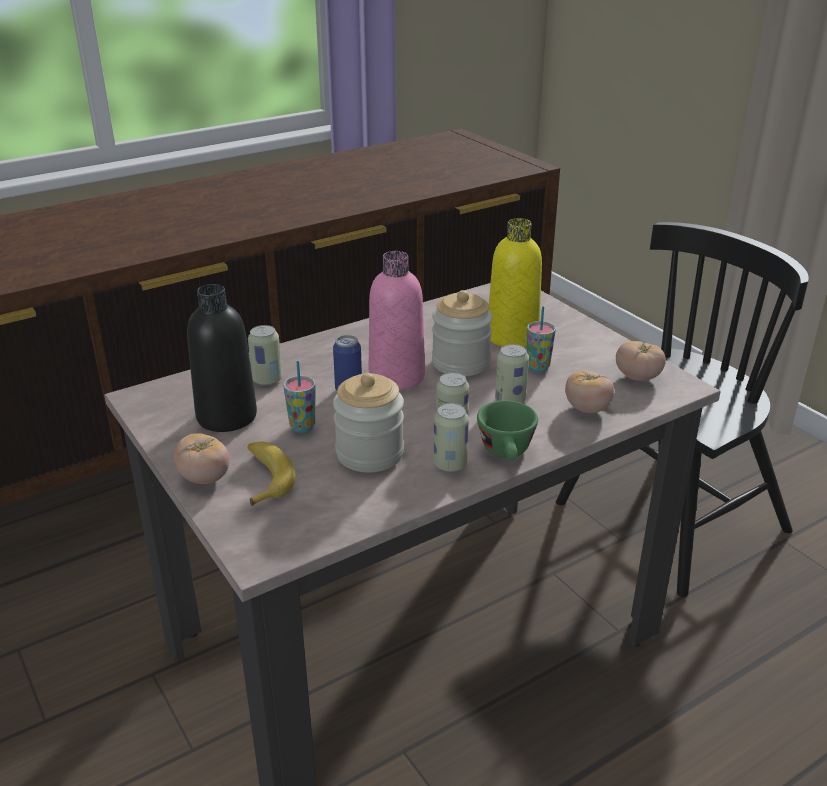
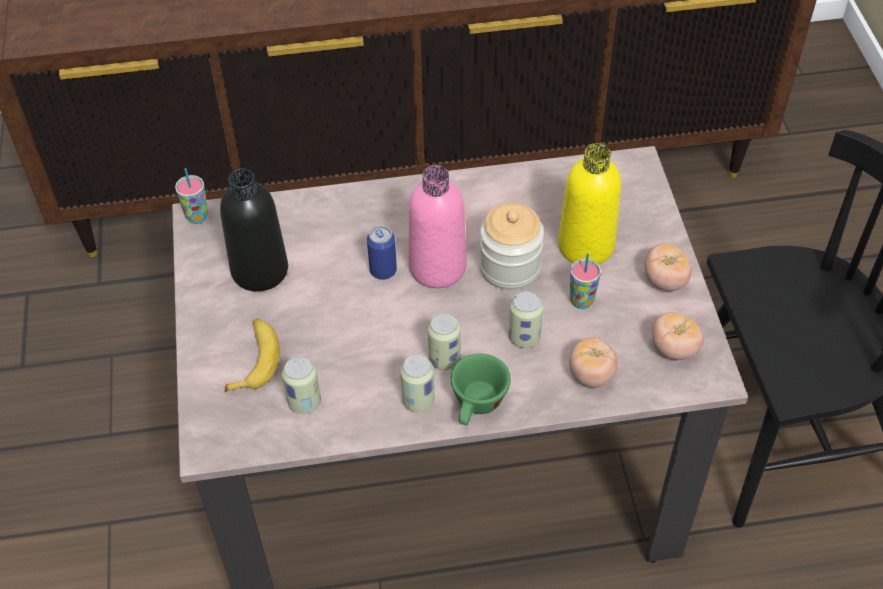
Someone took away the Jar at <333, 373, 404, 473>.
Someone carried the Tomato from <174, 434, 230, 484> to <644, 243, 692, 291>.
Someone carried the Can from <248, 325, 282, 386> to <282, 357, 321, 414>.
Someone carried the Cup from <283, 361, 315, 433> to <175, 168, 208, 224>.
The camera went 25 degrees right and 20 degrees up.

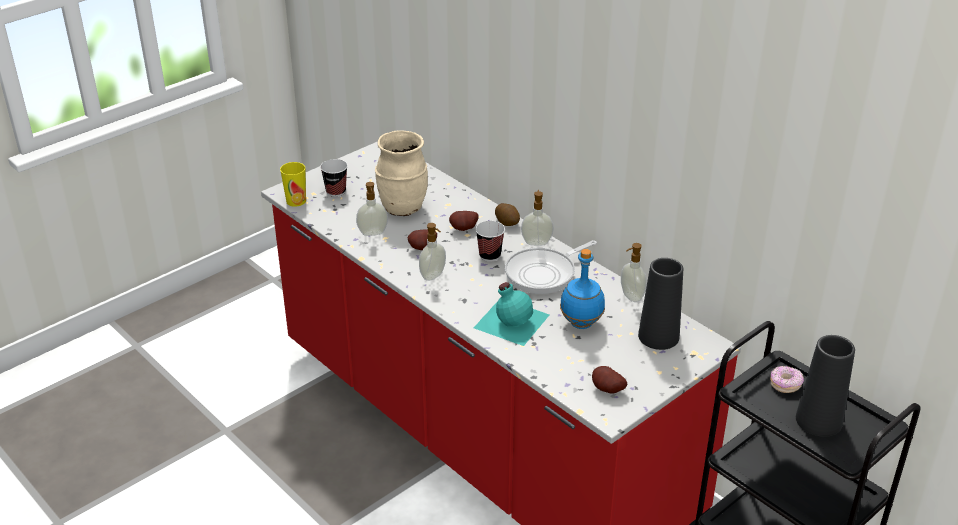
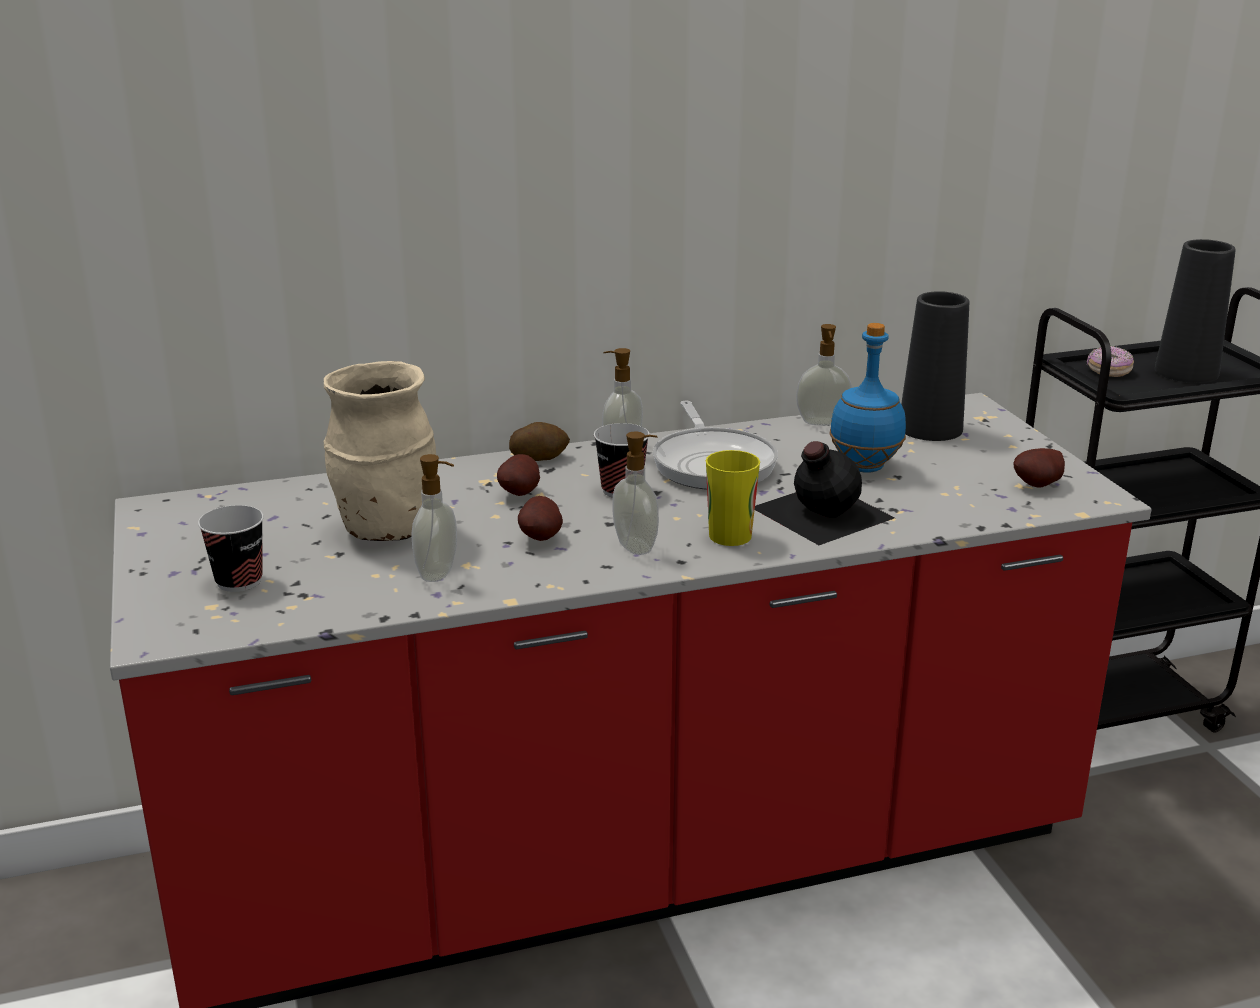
Someone carried the Cup from <280, 162, 306, 207> to <706, 450, 760, 546>.
Someone repainted the TurquoiseBottle at <474, 282, 549, 346>, which became the BlackBottle at <755, 441, 895, 545>.
The camera went 65 degrees left and 10 degrees down.

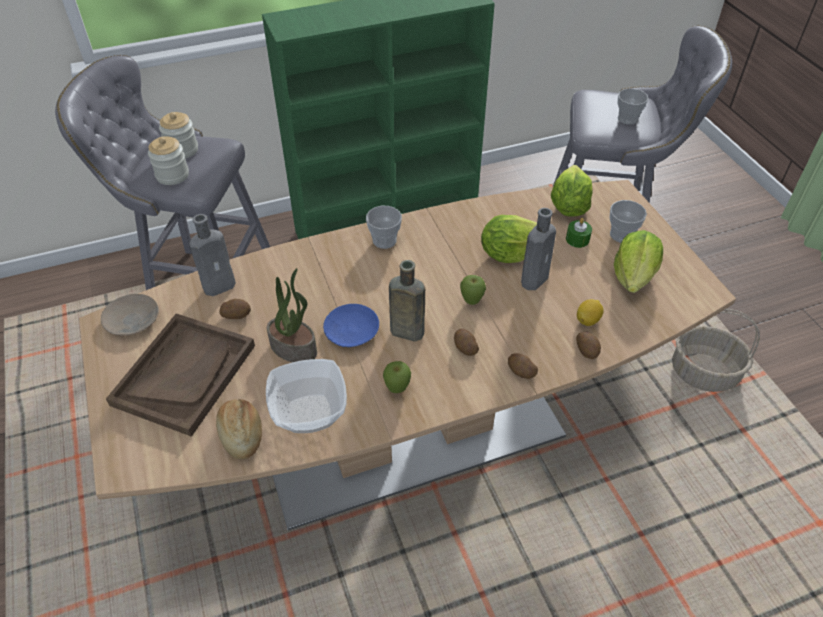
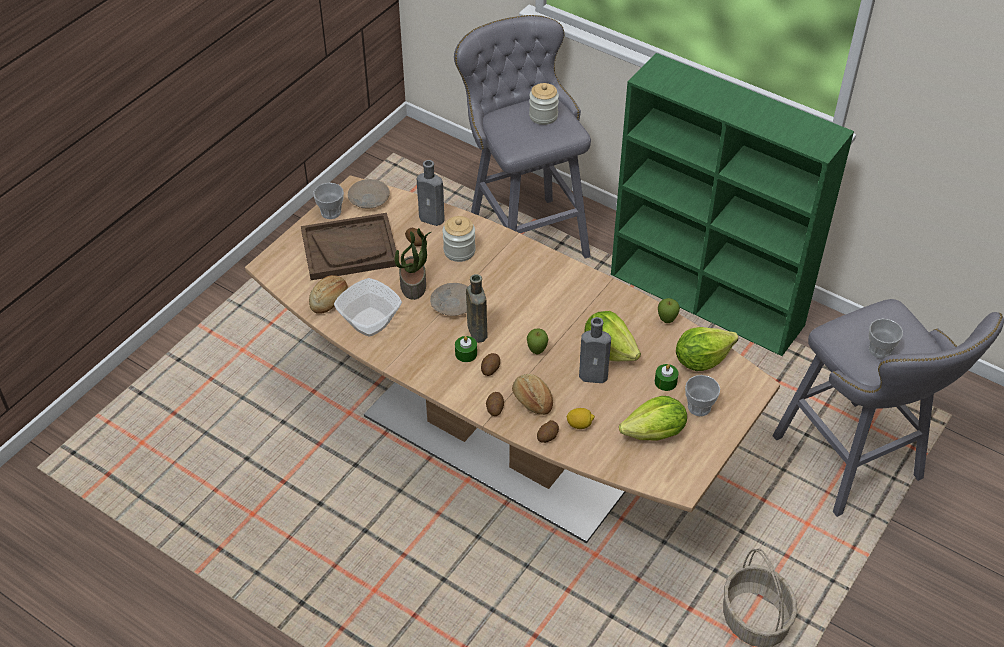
Someone put down the GreenCandle at <455, 336, 477, 362>.
Someone put down the Bread at <512, 374, 553, 415>.
Someone carried the Jar from <148, 136, 189, 185> to <443, 216, 476, 262>.
Someone carried the Cup from <366, 206, 402, 249> to <313, 183, 344, 219>.
Someone carried the Apple from <383, 361, 411, 393> to <658, 298, 680, 323>.
Someone repainted the BluePlate at <323, 304, 379, 347>, which became the BeigePlate at <430, 283, 468, 316>.
The camera went 55 degrees right and 0 degrees up.

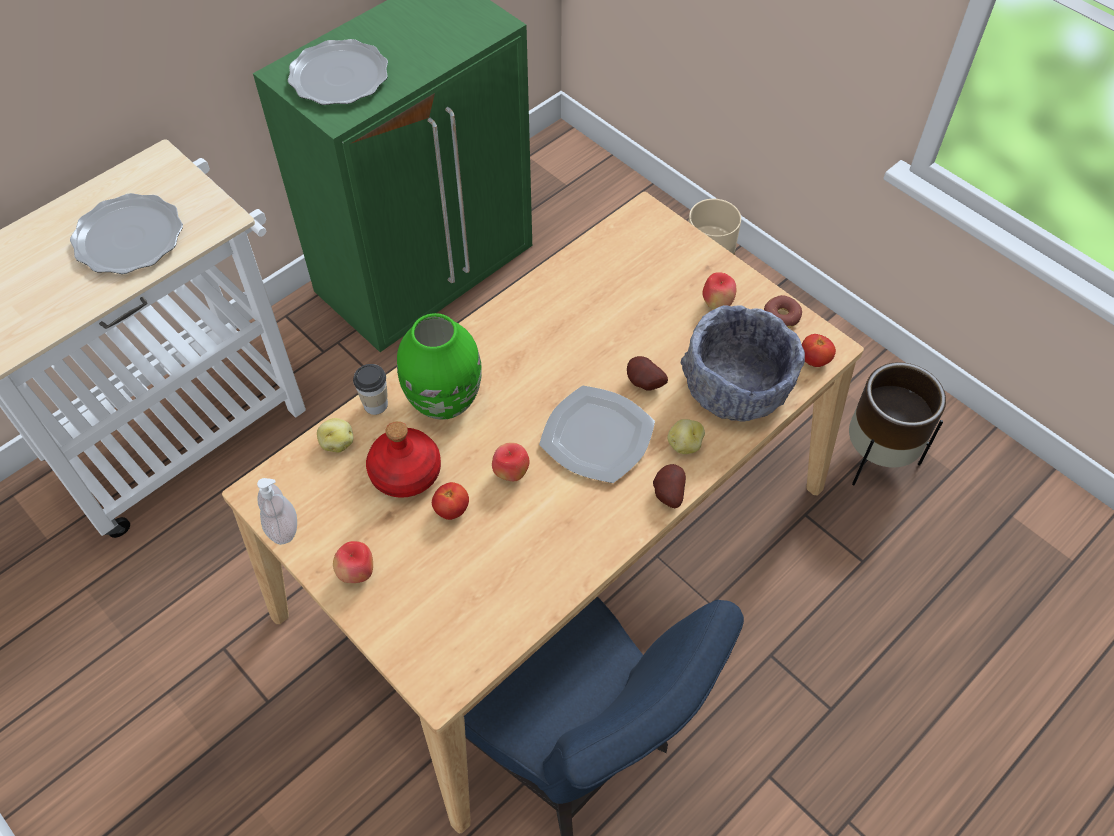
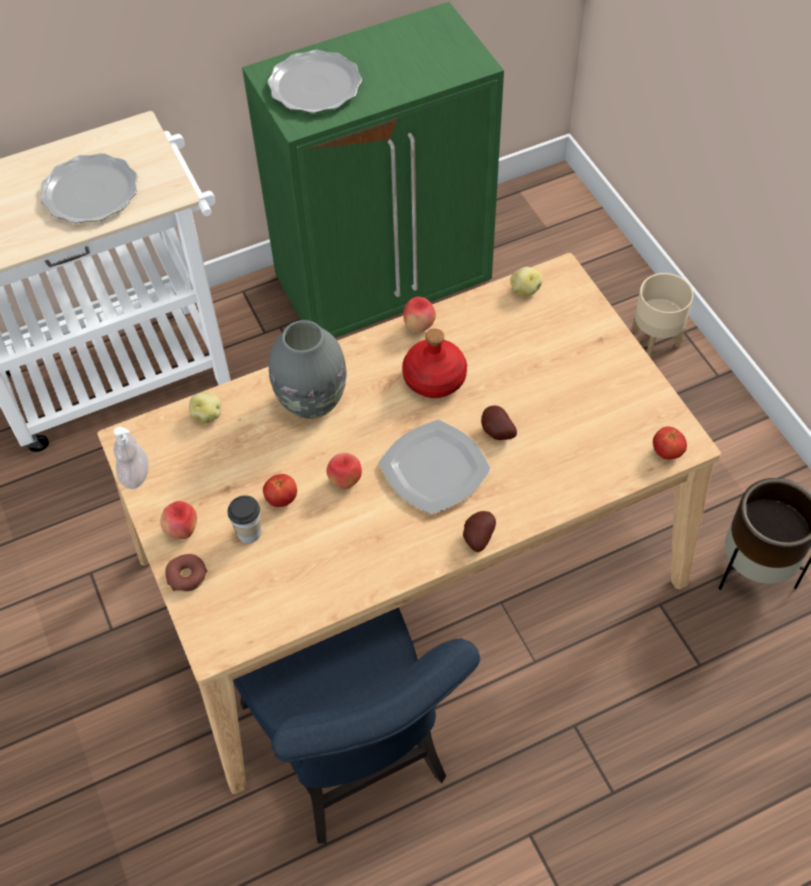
Someone took away the GreyBowl at <680, 305, 805, 422>.
Someone carried the Cup from <353, 364, 388, 415> to <227, 495, 261, 543>.
Someone carried the RedBottle from <366, 421, 441, 498> to <402, 329, 467, 398>.
Someone carried the Potato from <668, 419, 705, 454> to <510, 267, 542, 296>.
Someone carried the Apple from <703, 272, 736, 309> to <403, 297, 436, 333>.
Someone carried the Donut from <764, 295, 802, 328> to <165, 554, 207, 592>.
Someone repainted the GreenVase at <397, 313, 482, 420>, which became the GreyVase at <269, 320, 346, 419>.
The camera went 20 degrees right and 0 degrees up.

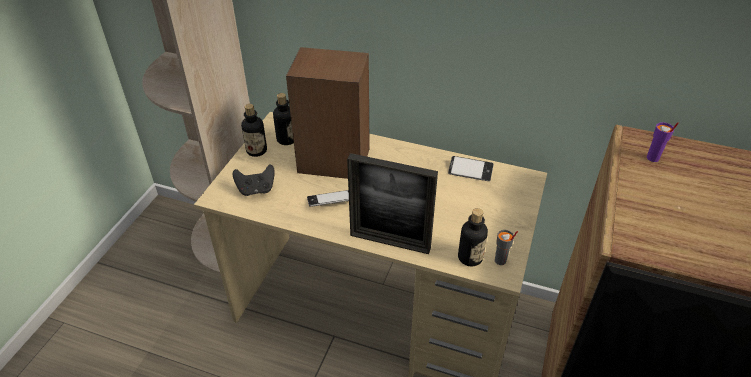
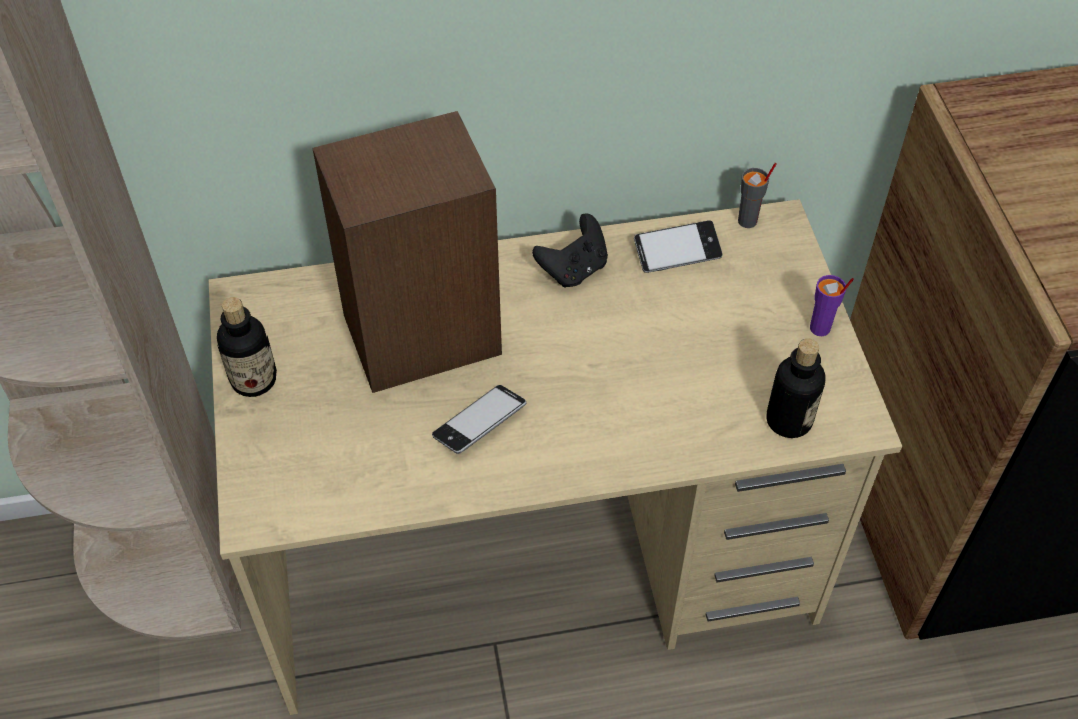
Someone took away the Bottle at <273, 93, 294, 145>.
Someone took away the PictureFrame at <347, 153, 438, 254>.
Someone carried the BlackGameController from <233, 164, 275, 196> to <532, 213, 608, 288>.
Someone carried the GreyCup from <495, 230, 518, 265> to <738, 163, 777, 228>.
Someone carried the PurpleCup from <647, 122, 679, 162> to <810, 275, 854, 336>.
The camera went 30 degrees left and 10 degrees up.

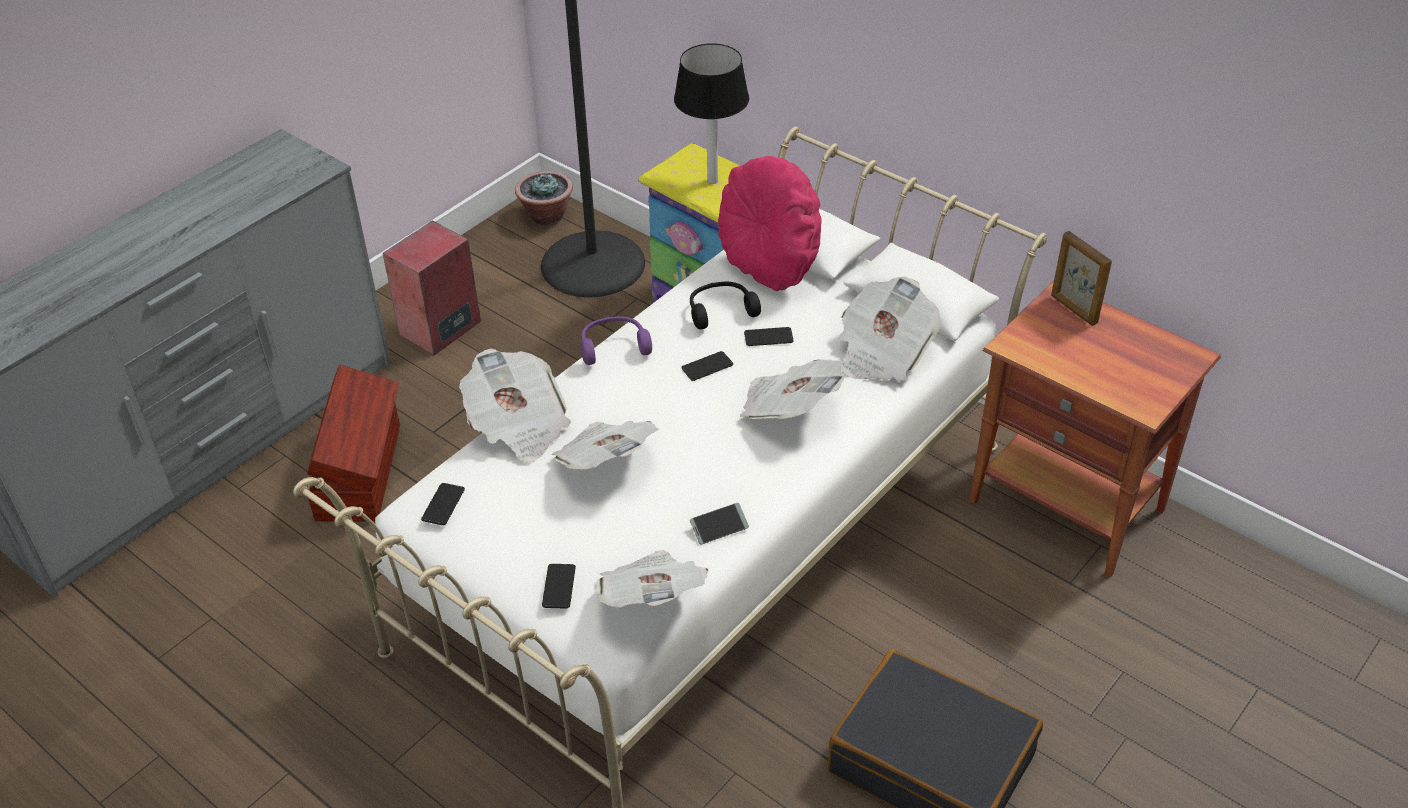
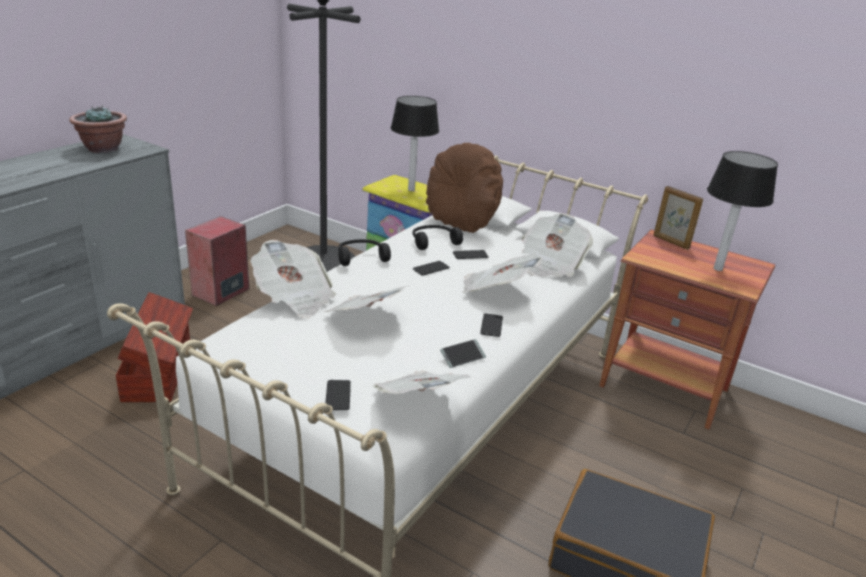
Someone put down the TableLamp at <707, 151, 778, 271>.
Someone carried the Phone from <421, 483, 465, 525> to <480, 313, 503, 337>.
Someone carried the PottedPlant from <515, 171, 573, 225> to <70, 105, 127, 153>.
Someone repainted the PurpleHeadphones at <581, 317, 652, 365>, which became the BlackHeadphones at <338, 239, 391, 266>.
Someone repainted the PinkPillow at <718, 156, 822, 291>, which became the BrownPillow at <426, 143, 503, 233>.
The camera went 10 degrees left and 15 degrees down.

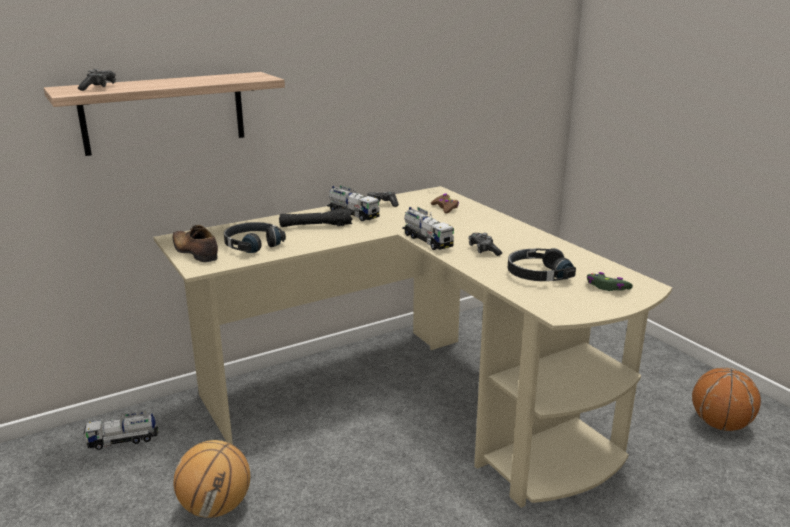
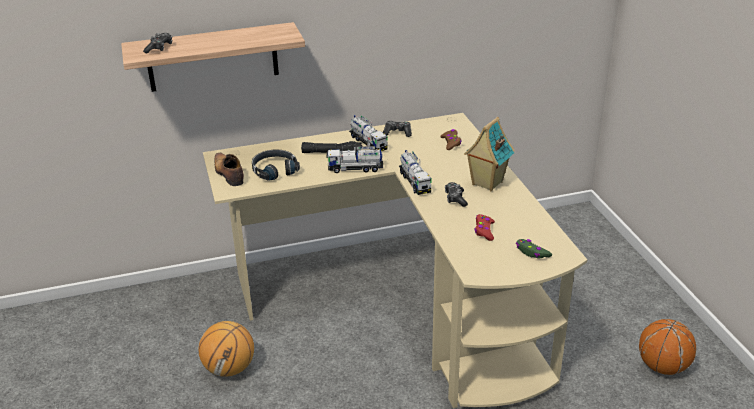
Someone put down the ToyHouse at <464, 117, 515, 191>.
Someone carried the ToyTruck from <84, 411, 158, 450> to <327, 146, 383, 173>.
Someone swapped the BlackHeadphones at <508, 248, 576, 281> for the RedGameController at <474, 214, 495, 241>.
The camera went 15 degrees right and 10 degrees up.

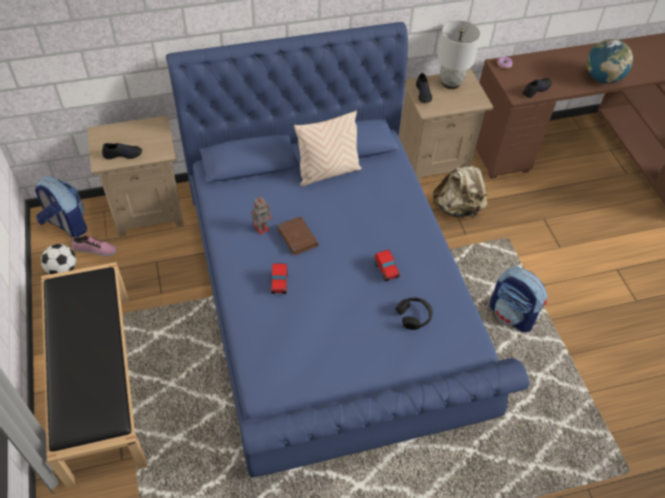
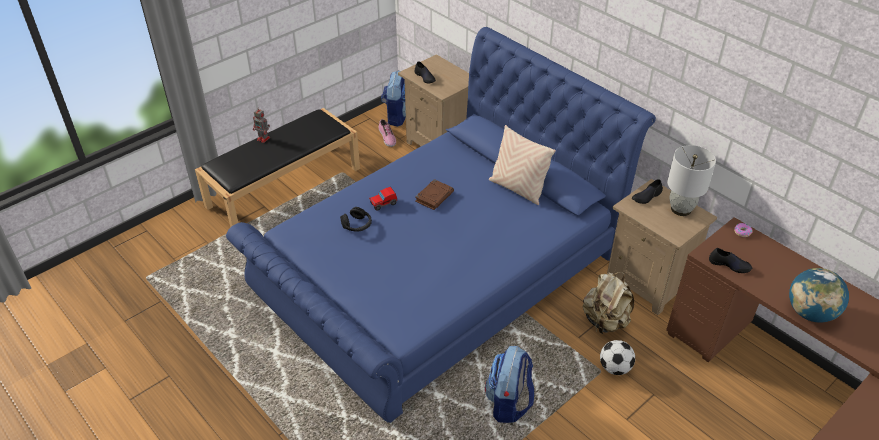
Someone took away the ToyCar at <374, 249, 400, 282>.
Someone carried the Football from <41, 244, 76, 275> to <600, 340, 635, 375>.
Someone carried the ToyRobot from <251, 197, 272, 235> to <253, 108, 270, 143>.
Someone carried the BlackHeadphones from <396, 298, 433, 330> to <340, 207, 372, 232>.
The camera went 65 degrees right and 10 degrees down.

